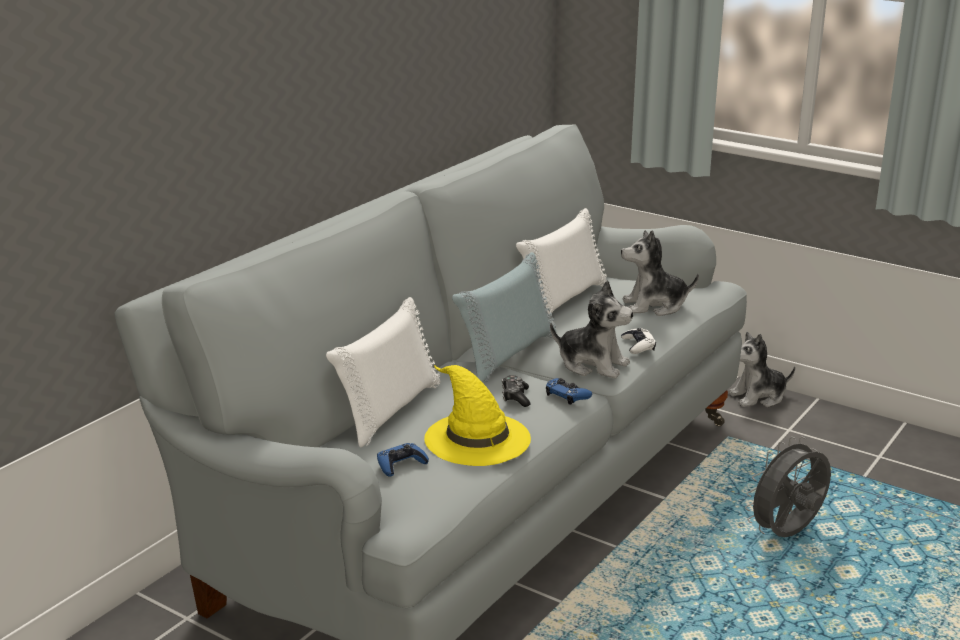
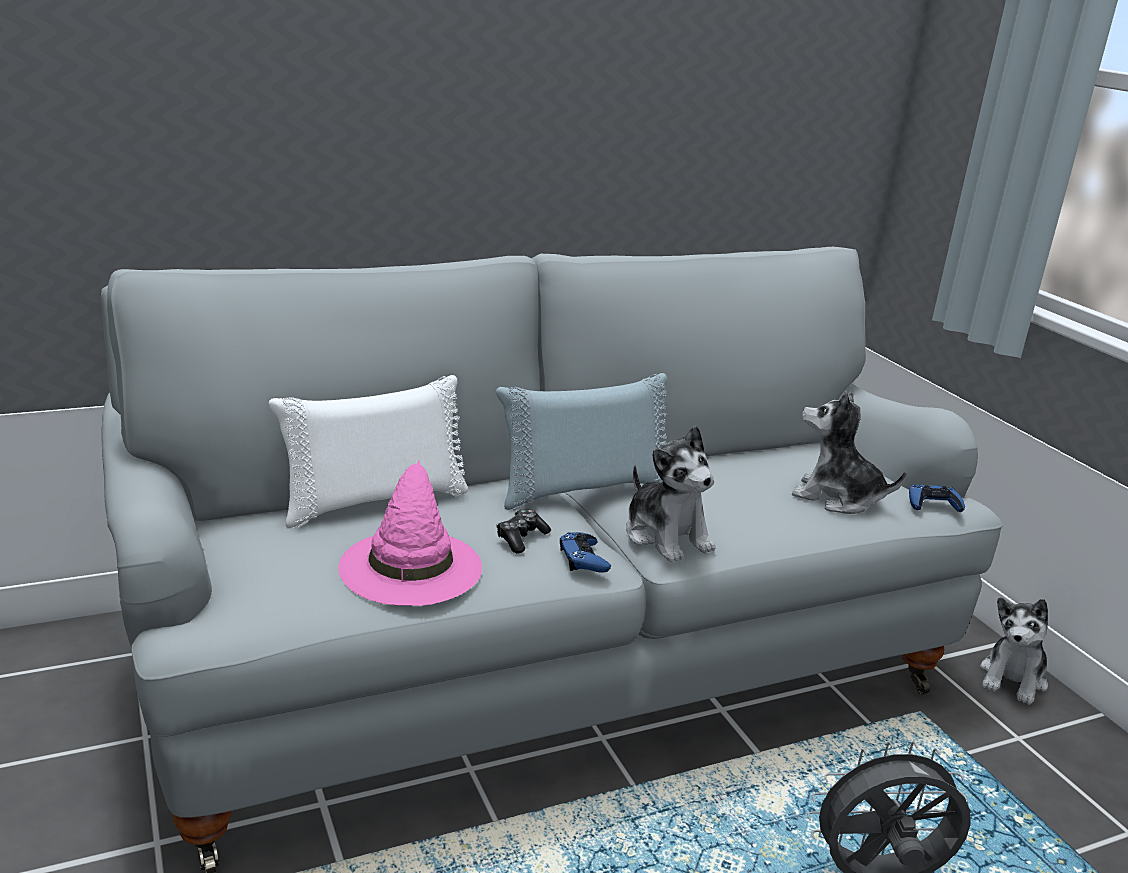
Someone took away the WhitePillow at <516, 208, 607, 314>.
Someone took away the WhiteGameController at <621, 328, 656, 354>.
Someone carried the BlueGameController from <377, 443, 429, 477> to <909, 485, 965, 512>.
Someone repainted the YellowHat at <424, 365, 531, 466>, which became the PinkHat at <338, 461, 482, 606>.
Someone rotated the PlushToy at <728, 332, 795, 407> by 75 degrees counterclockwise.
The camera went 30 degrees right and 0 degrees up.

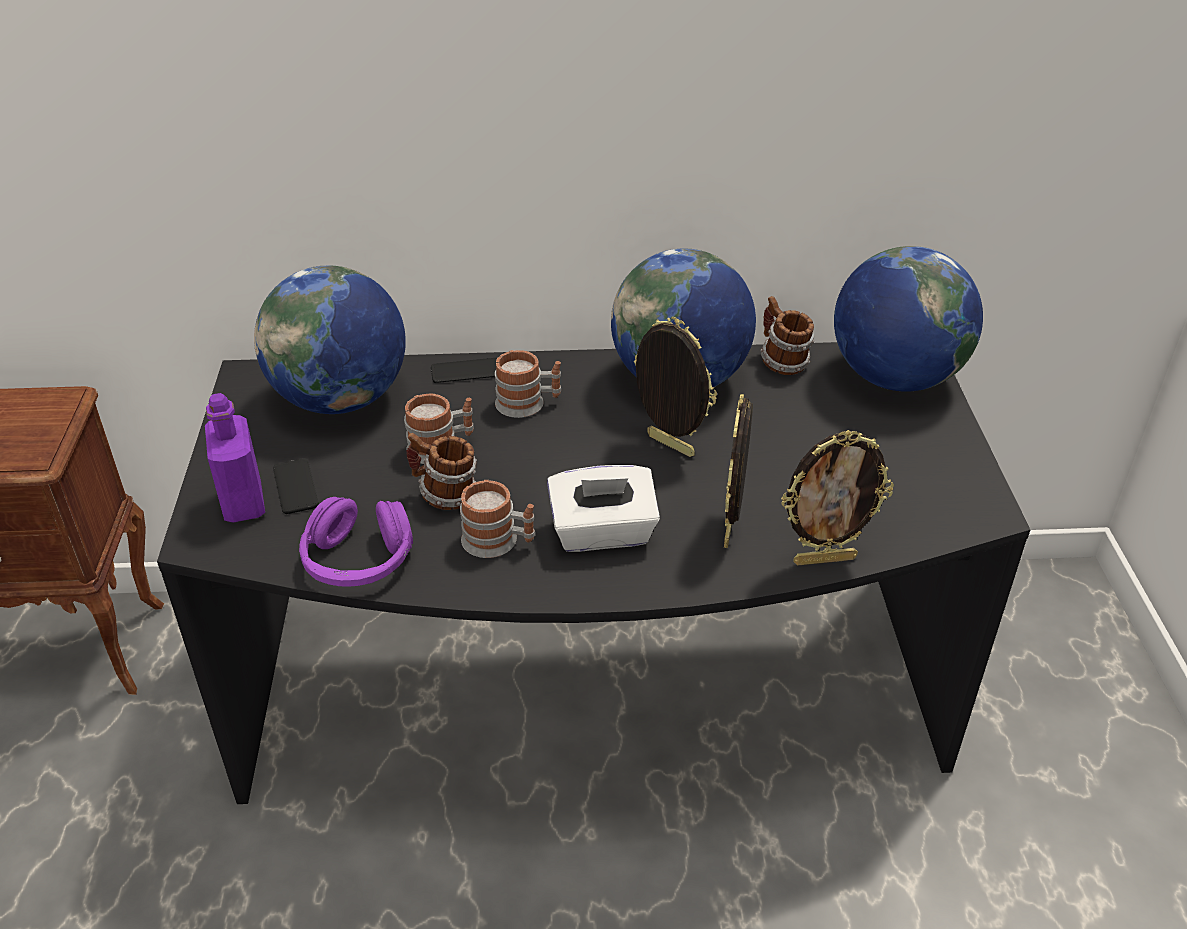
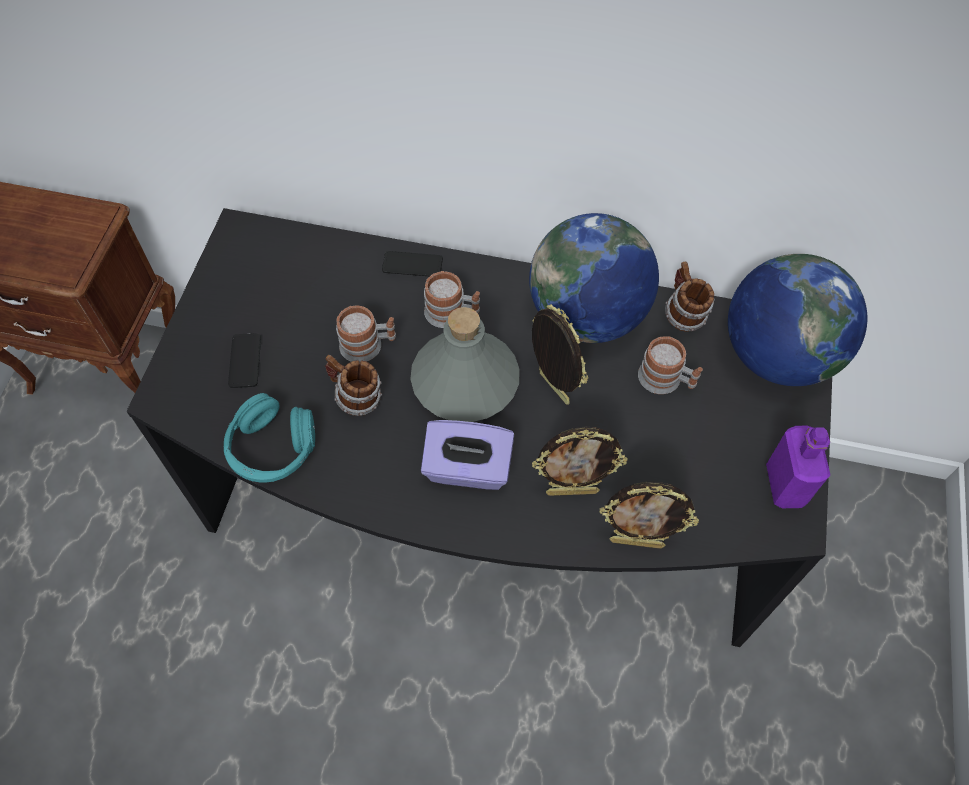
Someone took away the Globe at <254, 266, 406, 414>.
Someone put down the GreyBottle at <410, 307, 520, 422>.
Someone carried the PurpleBottle from <205, 393, 265, 523> to <766, 426, 830, 508>.
Someone carried the Mug from <460, 480, 535, 558> to <638, 336, 703, 394>.
Someone repainted the PurpleHeadphones at <299, 497, 413, 587>, which became the TurquoiseHeadphones at <224, 393, 315, 483>.
Someone repainted the WhiteTissueBox at <547, 465, 660, 552>, which became the PurpleTissueBox at <421, 420, 514, 490>.
Someone rotated the PictureFrame at <724, 394, 753, 548> by 120 degrees counterclockwise.
The camera went 15 degrees right and 20 degrees up.

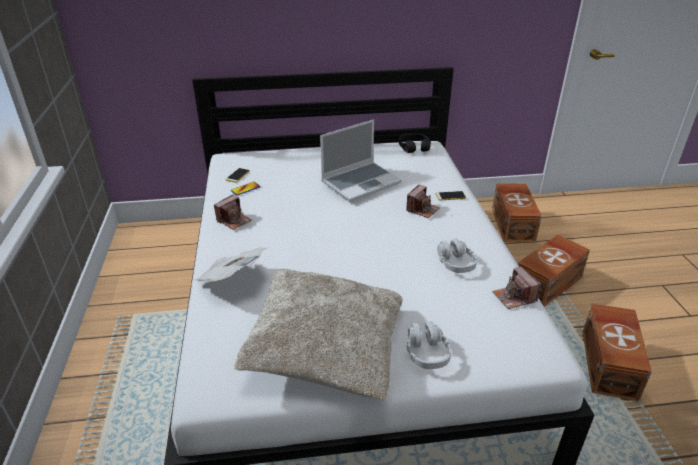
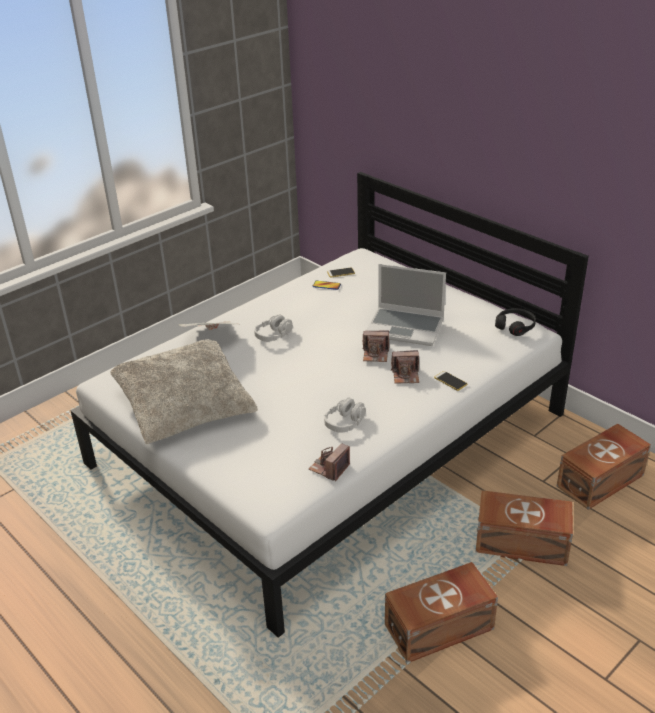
Someone carried the PhotoCamera from <214, 194, 252, 230> to <362, 331, 389, 362>.
Someone carried the GreyHeadphones from <407, 321, 451, 369> to <254, 314, 293, 342>.
The camera went 55 degrees right and 0 degrees up.

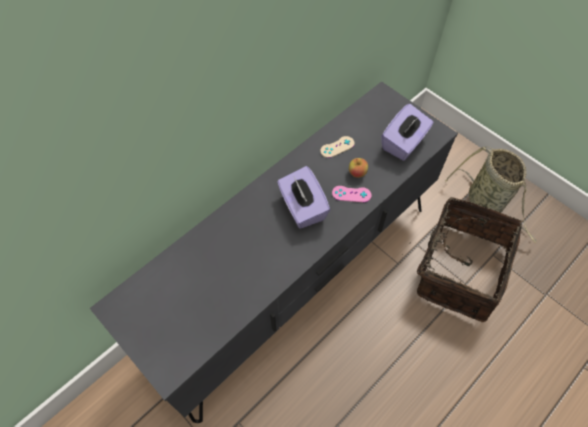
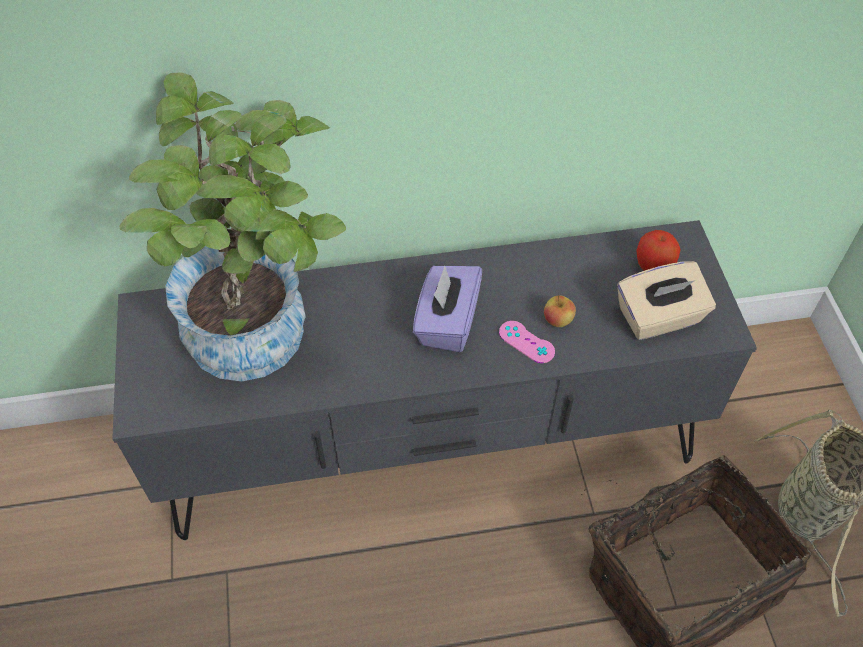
Someone took away the BeigeGameController at <320, 136, 355, 158>.
Someone put down the PottedPlant at <119, 73, 346, 382>.
Someone put down the Apple at <636, 230, 681, 271>.
Someone repainted the PurpleTissueBox at <381, 104, 434, 161>, which became the BeigeTissueBox at <617, 261, 716, 340>.
The camera went 35 degrees right and 5 degrees down.

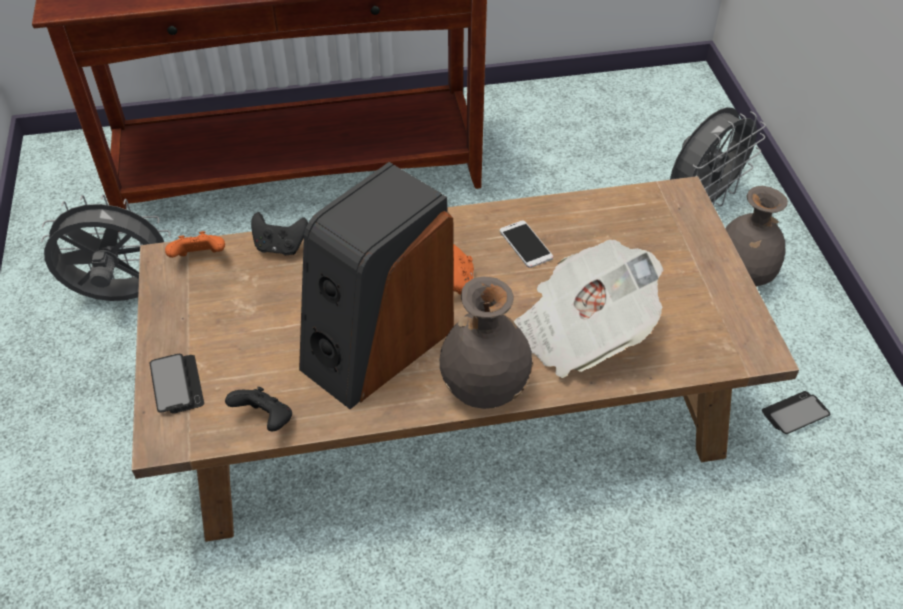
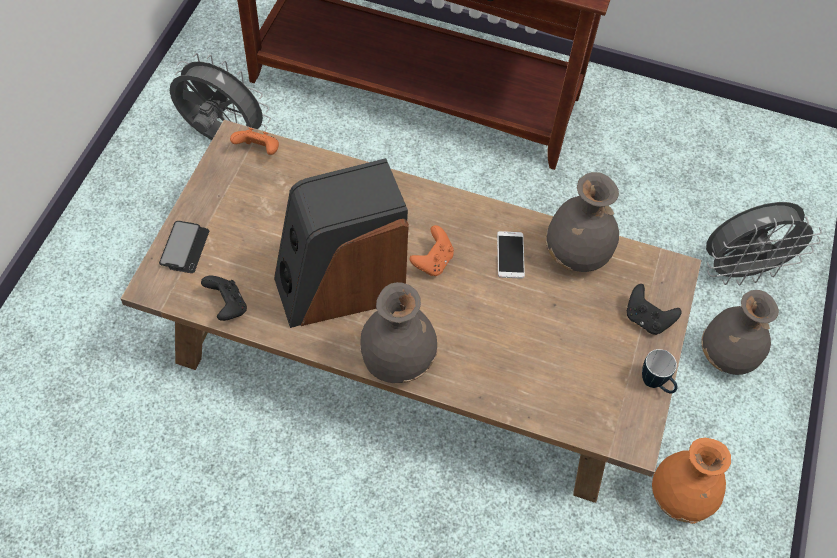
Someone took away the Newspaper at <514, 240, 663, 378>.
Someone put down the GreyVase at <545, 172, 619, 272>.
Someone put down the Mug at <642, 349, 678, 393>.
Someone carried the BlackGameController from <251, 212, 308, 255> to <627, 284, 682, 335>.
Someone swapped the Phone at <762, 391, 830, 434> for the OrangeVase at <652, 438, 731, 524>.
The camera went 25 degrees right and 10 degrees up.

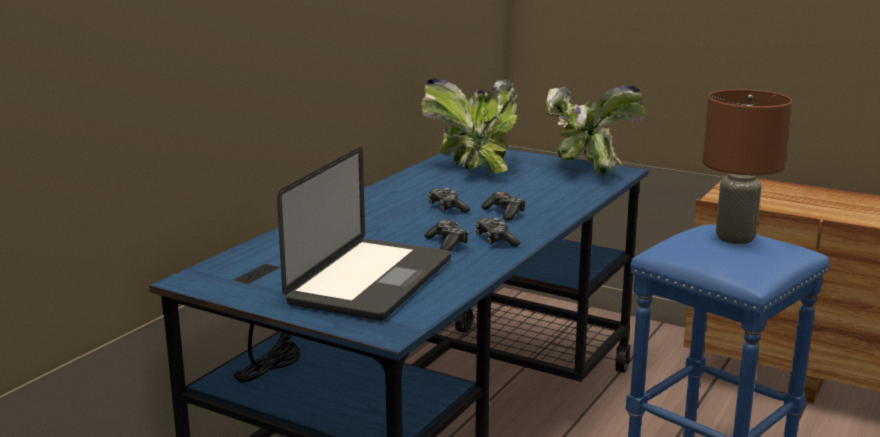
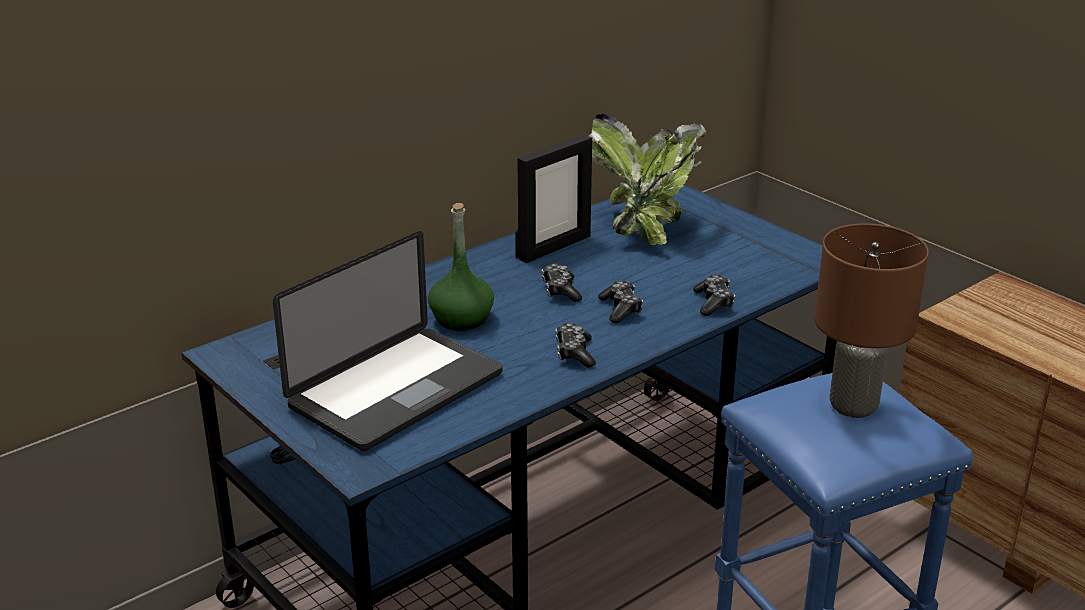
Someone took away the PottedPlant at <544, 86, 645, 175>.
Someone put down the GreenBottle at <428, 203, 494, 331>.
Someone put down the PictureFrame at <515, 135, 592, 263>.
Someone carried the GameController from <424, 220, 469, 251> to <693, 275, 735, 316>.
The camera went 20 degrees right and 10 degrees up.

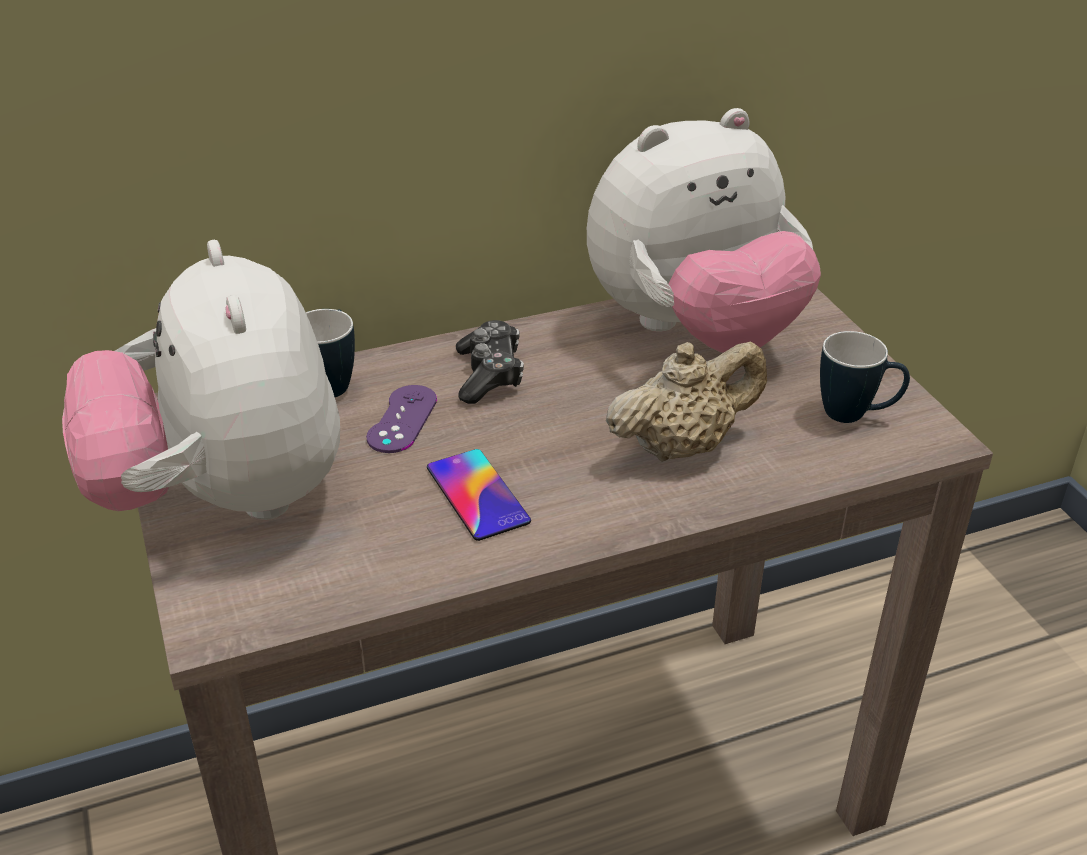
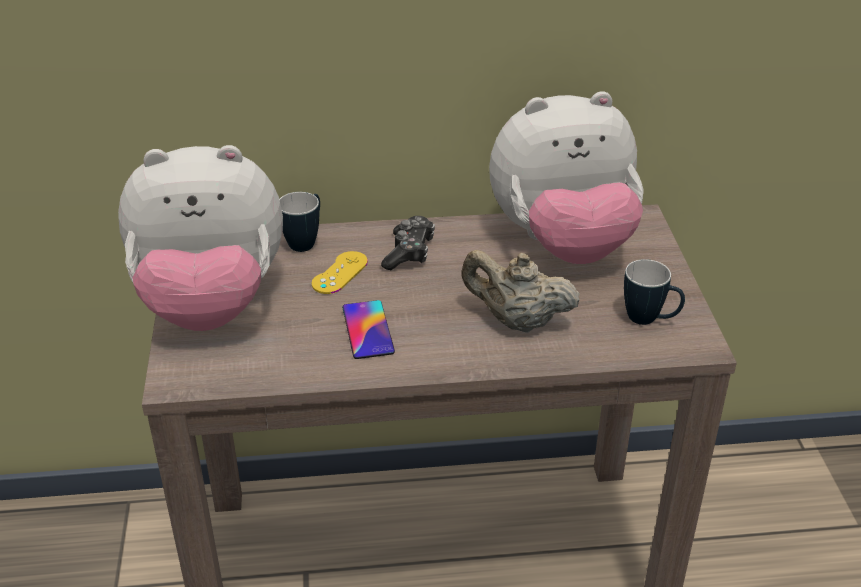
Someone repainted the PurpleGameController at <366, 385, 437, 453>, which became the YellowGameController at <312, 251, 368, 294>.
Someone rotated the PlushToy at <62, 240, 340, 520> by 90 degrees counterclockwise.
Someone rotated the BeigeTeapot at <606, 341, 767, 462> by 150 degrees counterclockwise.
The camera went 15 degrees right and 0 degrees up.

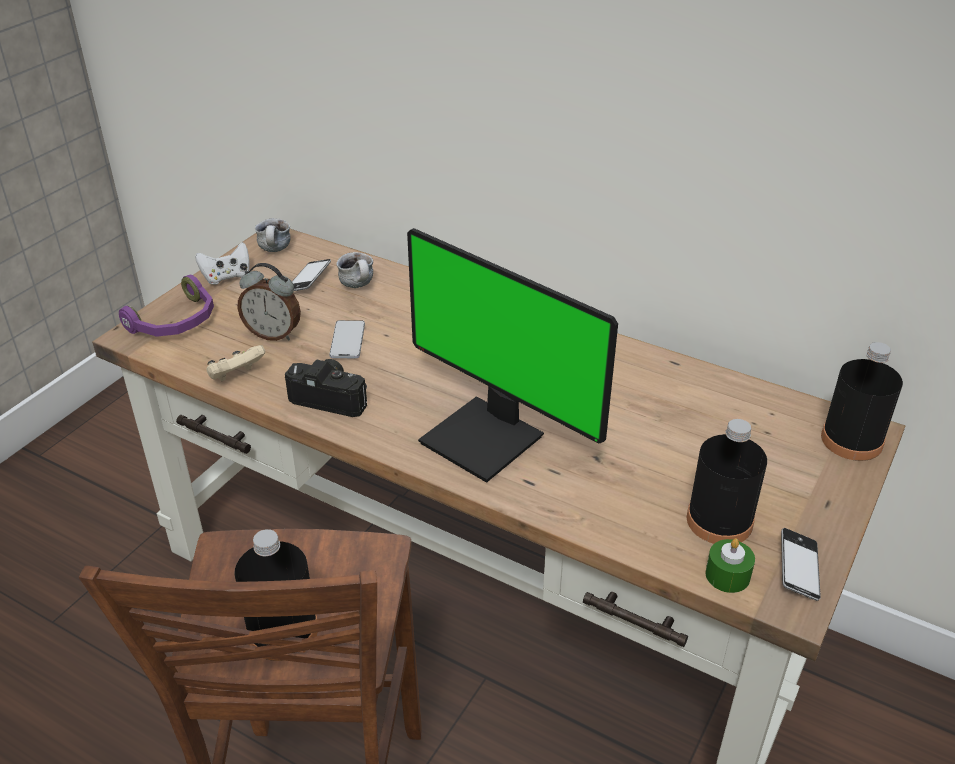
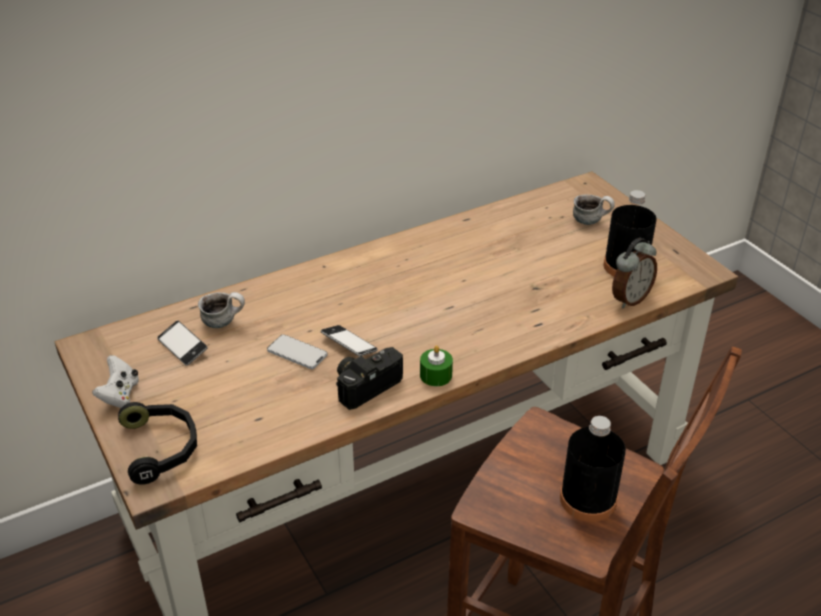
Someone took away the BeigeGameController at <207, 345, 266, 381>.
Someone took away the Monitor at <407, 228, 618, 483>.
Someone took away the BlackBottle at <821, 342, 903, 461>.
Someone carried the AlarmClock from <237, 263, 301, 341> to <612, 238, 657, 309>.
Someone carried the Mug from <255, 218, 291, 252> to <573, 194, 615, 225>.
Someone carried the GreenCandle from <706, 538, 755, 593> to <420, 345, 453, 386>.
Someone carried the Phone from <781, 528, 821, 601> to <321, 325, 378, 356>.
Someone repainted the PurpleHeadphones at <119, 275, 214, 337>, which became the BlackHeadphones at <118, 402, 197, 485>.
The camera went 60 degrees left and 0 degrees up.

